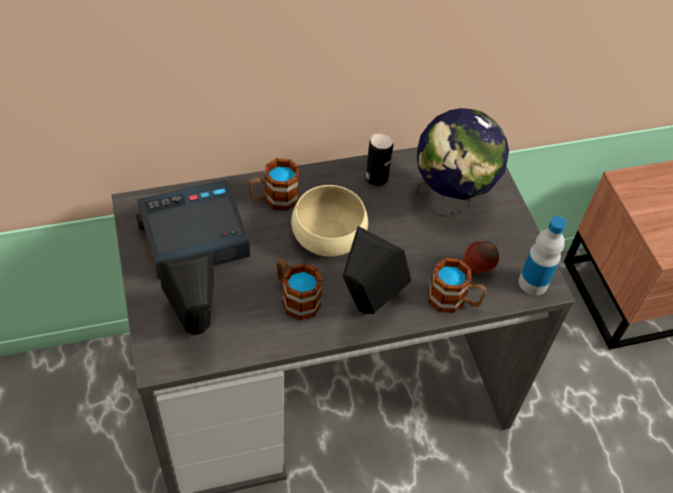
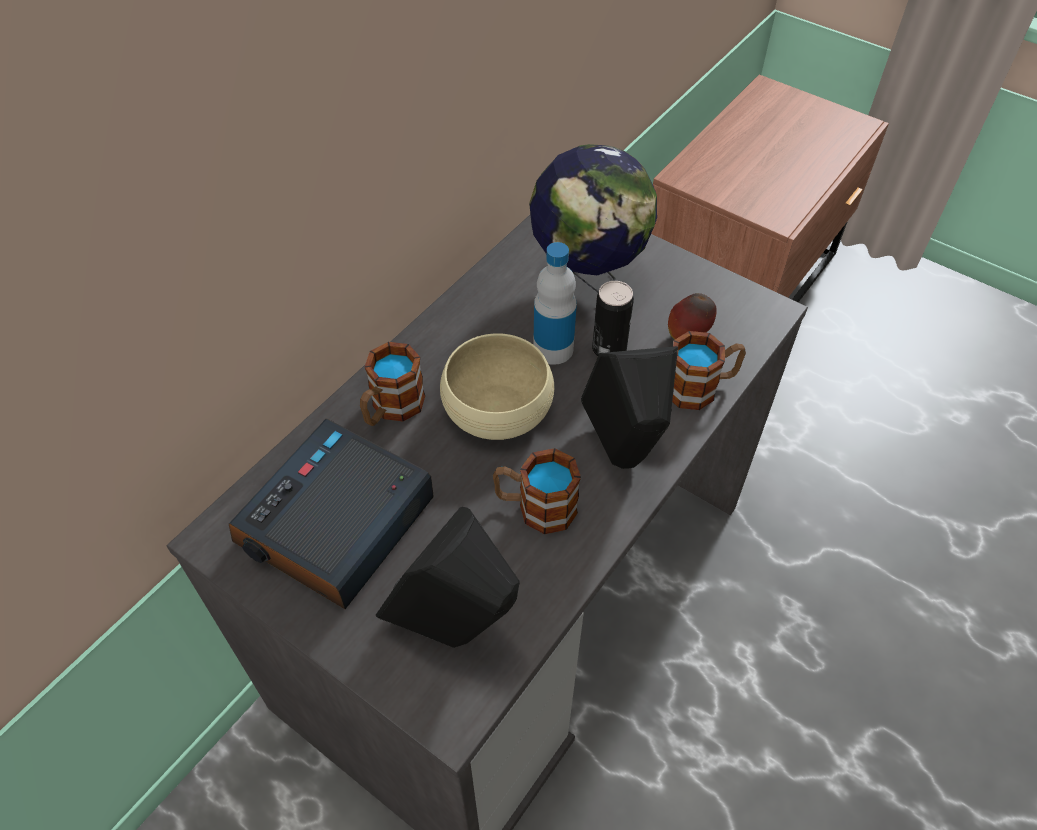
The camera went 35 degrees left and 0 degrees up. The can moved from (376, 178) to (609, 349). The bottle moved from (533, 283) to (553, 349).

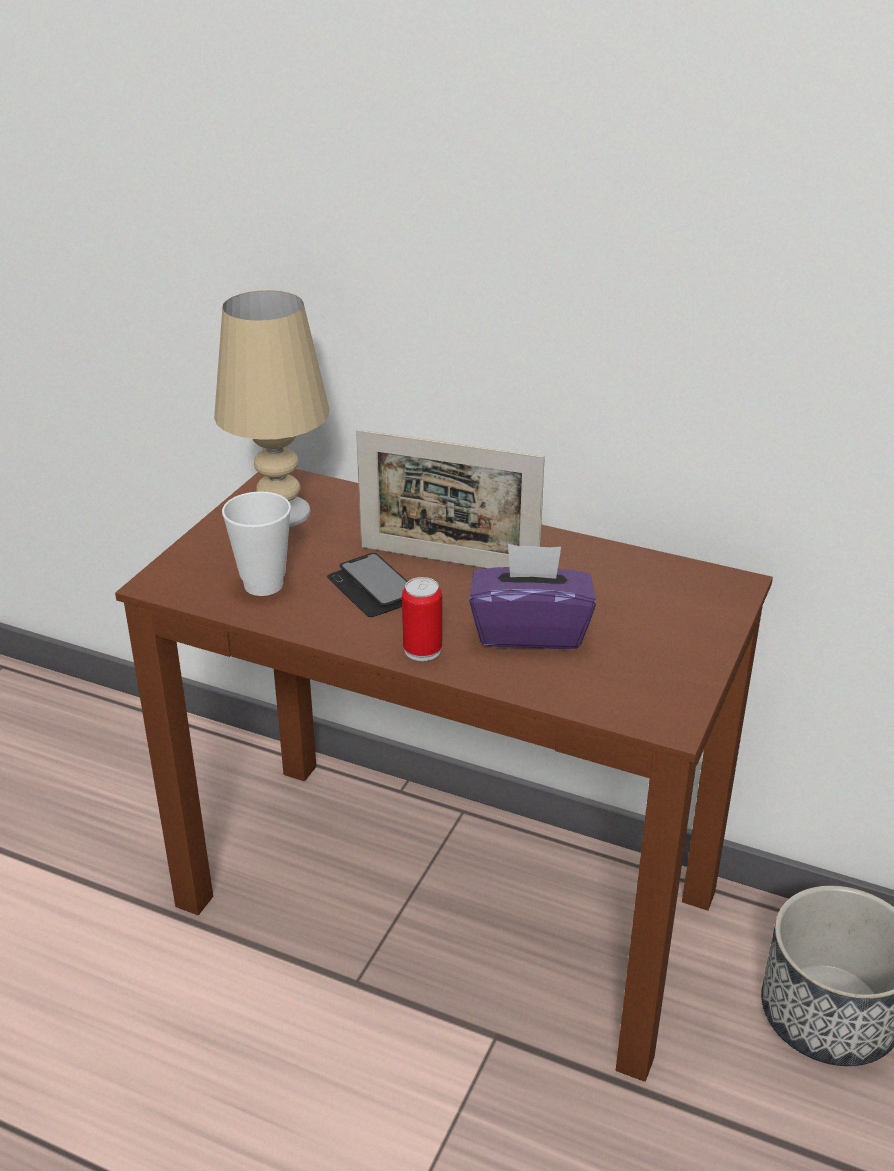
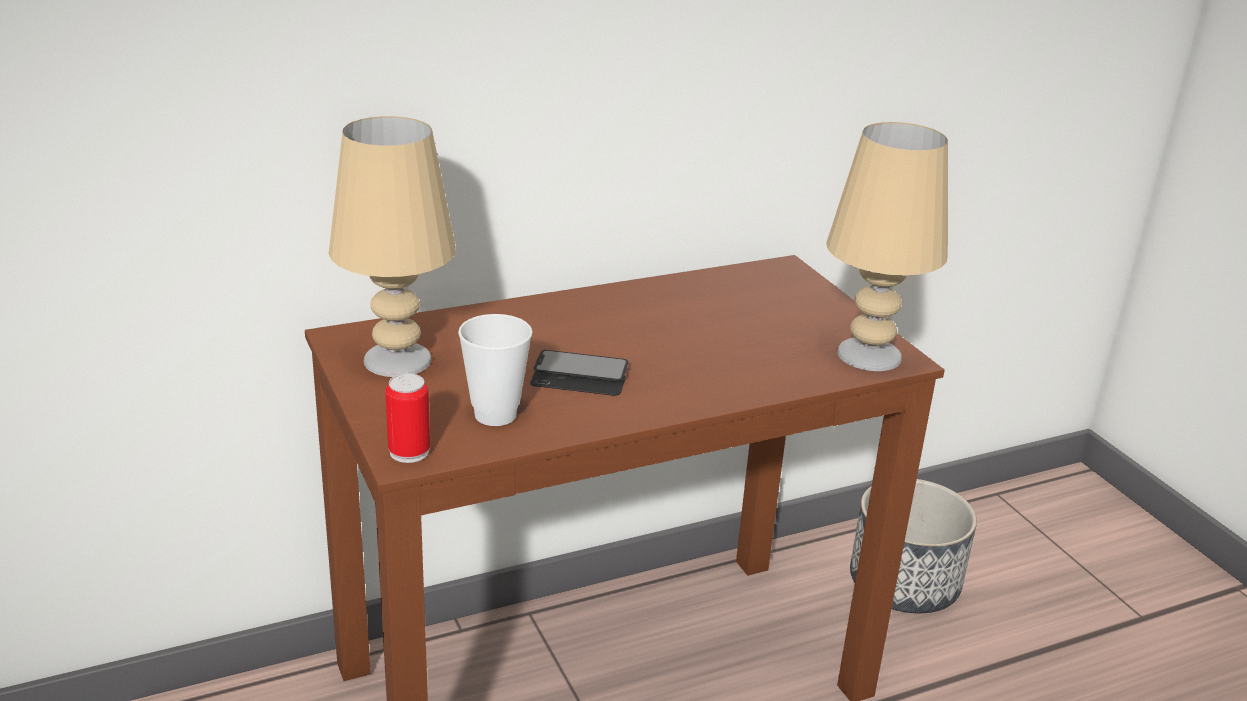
The camera went 50 degrees left and 5 degrees down. The standing frame at (448, 561) disappeared. The purple-coloured box of tissues at (530, 631) disappeared. The can moved from (422, 650) to (409, 452). The sand-coloured tabletop lamp at (870, 355) appeared.

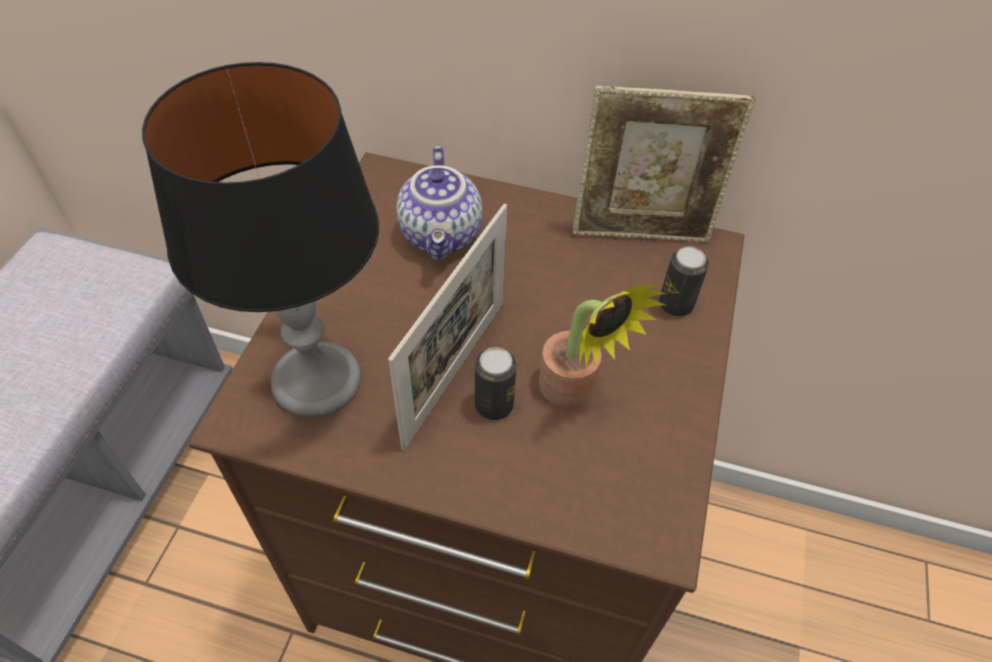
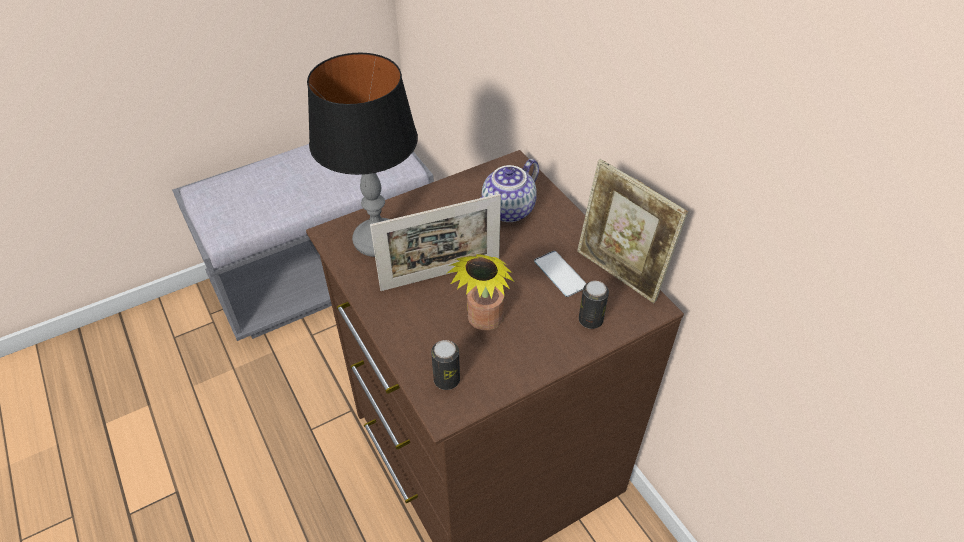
The camera went 45 degrees right and 5 degrees down. The can moved from (494, 405) to (446, 380). The phone at (560, 274) appeared.

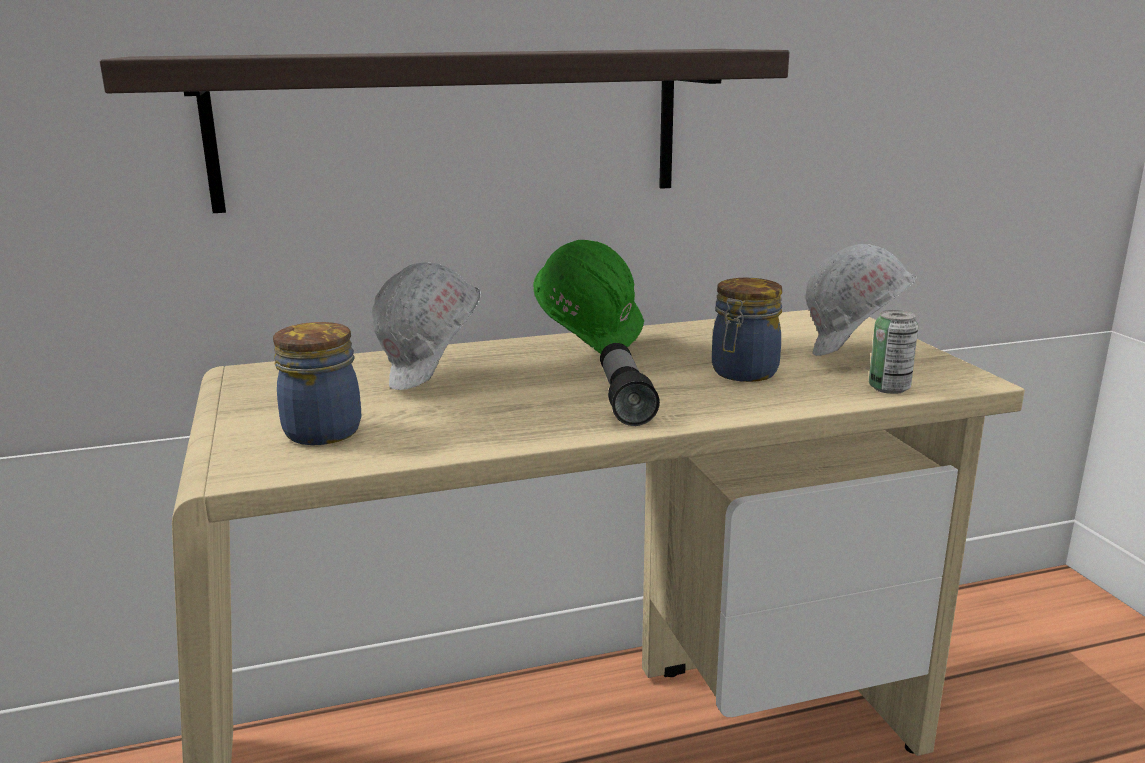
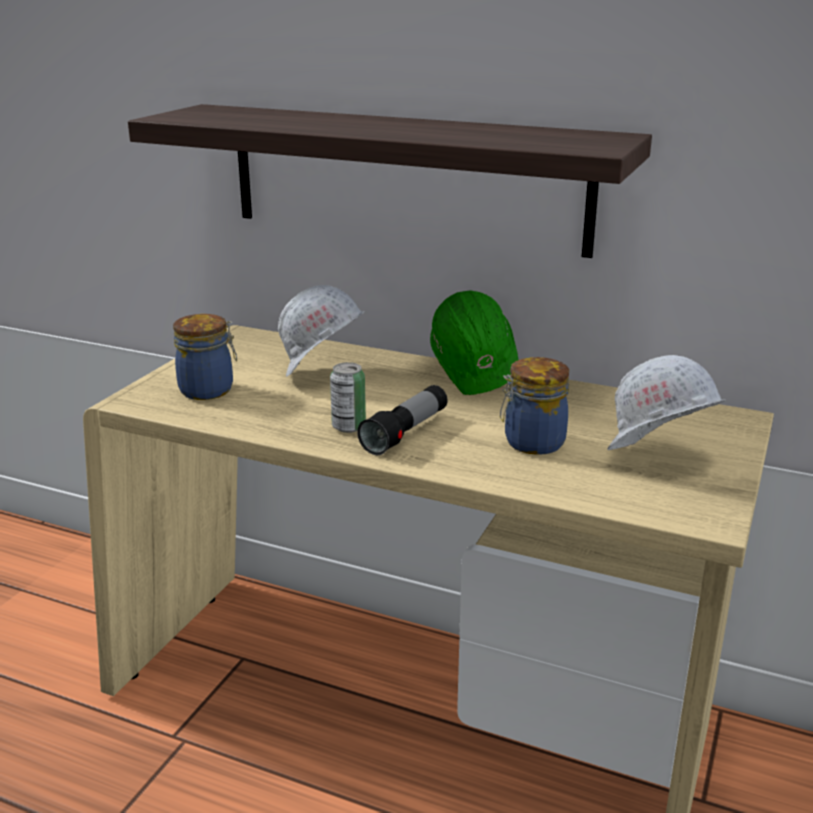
The camera went 40 degrees right and 5 degrees up. The can moved from (889, 388) to (348, 427).

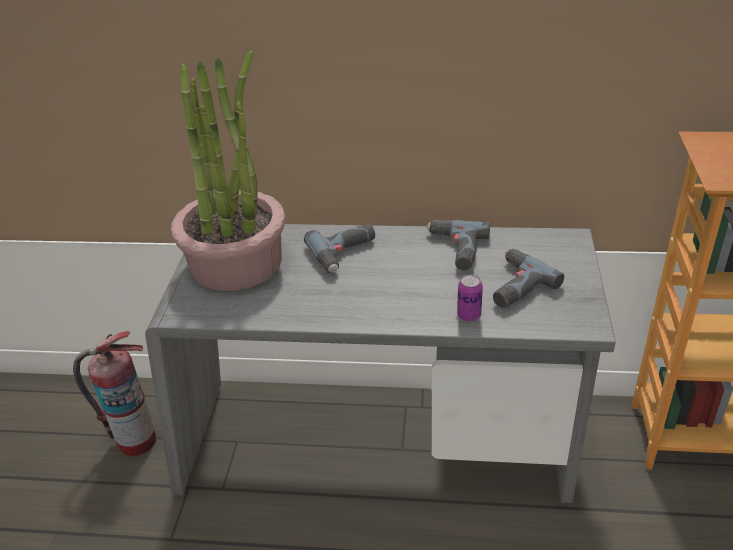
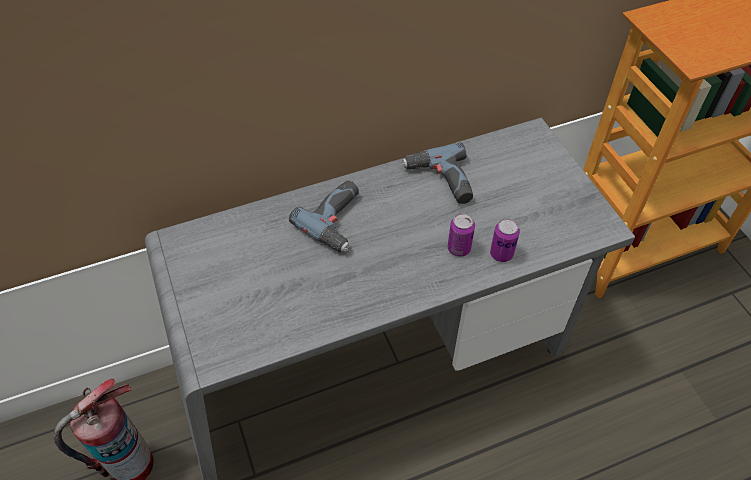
The camera went 30 degrees left and 15 degrees up. The potted plant at (237, 261) disappeared. The drill at (513, 285) disappeared. The can at (459, 248) appeared.

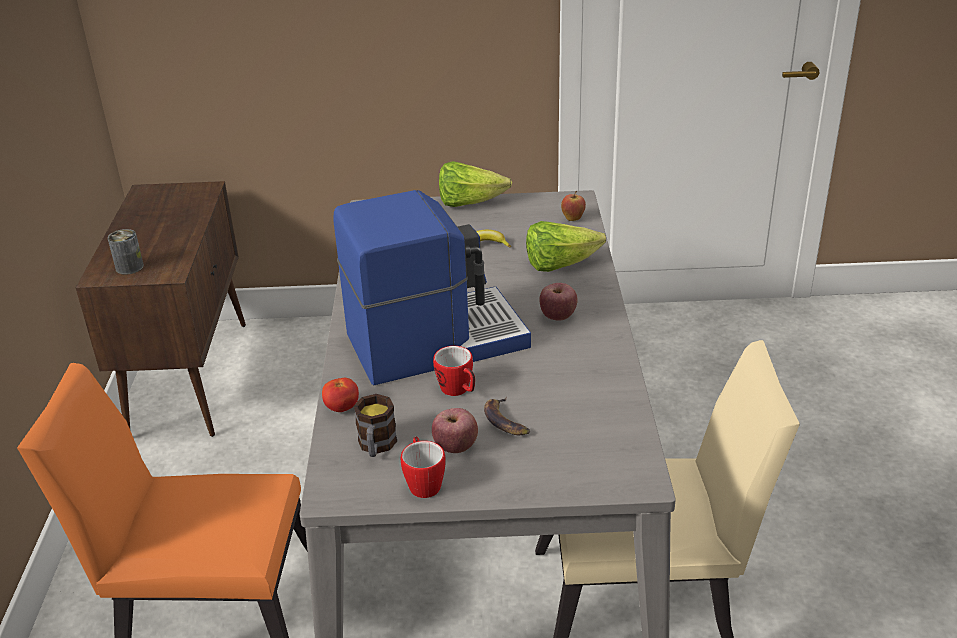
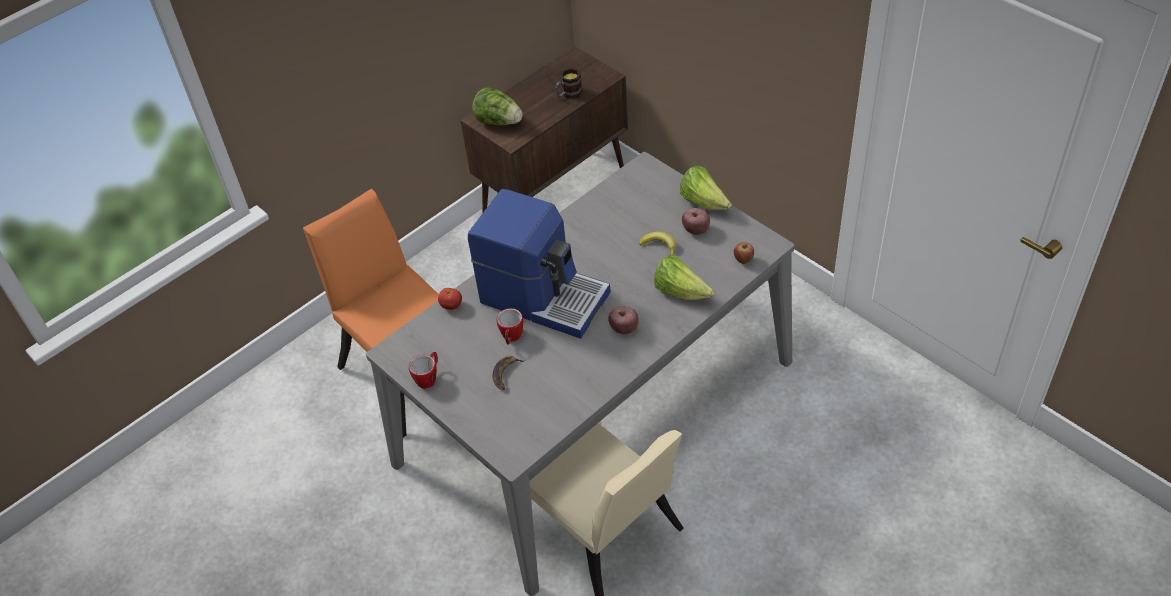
The camera went 50 degrees right and 15 degrees up. The can at (129, 267) was replaced by the lettuce head at (499, 121). The coffee mug moved from (376, 446) to (568, 94). The apple moved from (456, 447) to (696, 230).

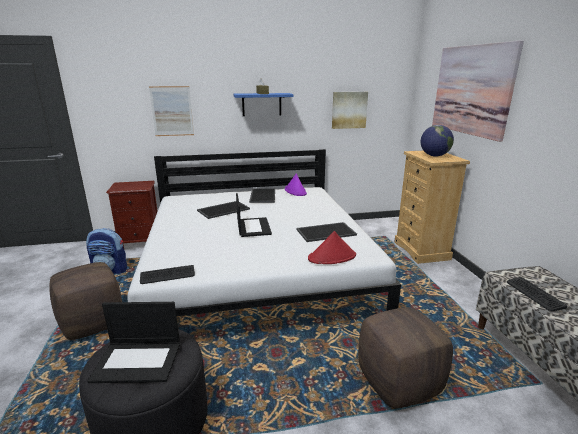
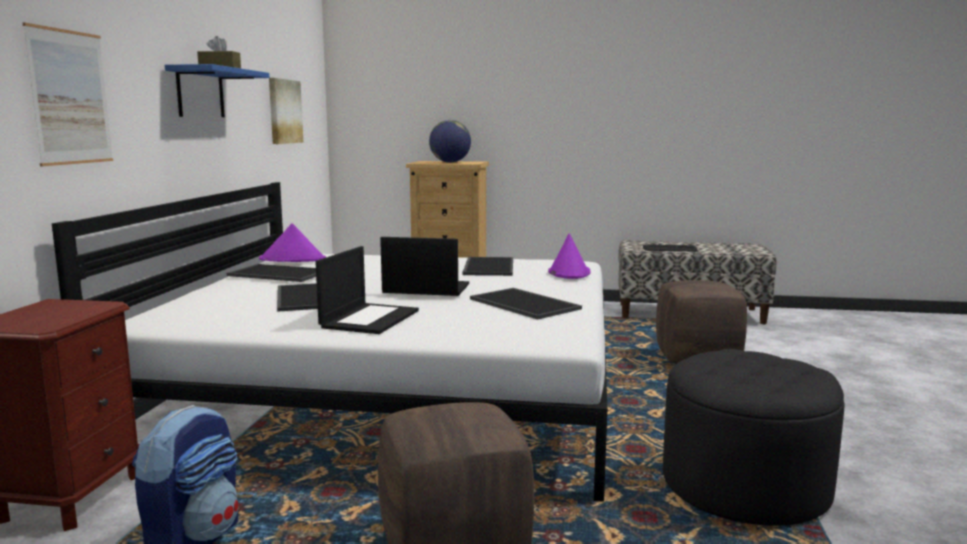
The camera went 70 degrees left and 10 degrees down. The picture at (471, 90) disappeared. The red-coloured clothing hat at (332, 257) became the purple-coloured clothing hat at (568, 272). The keyboard at (167, 275) disappeared. The portable computer moved from (138, 361) to (369, 318). The carrying tray at (526, 304) appeared.

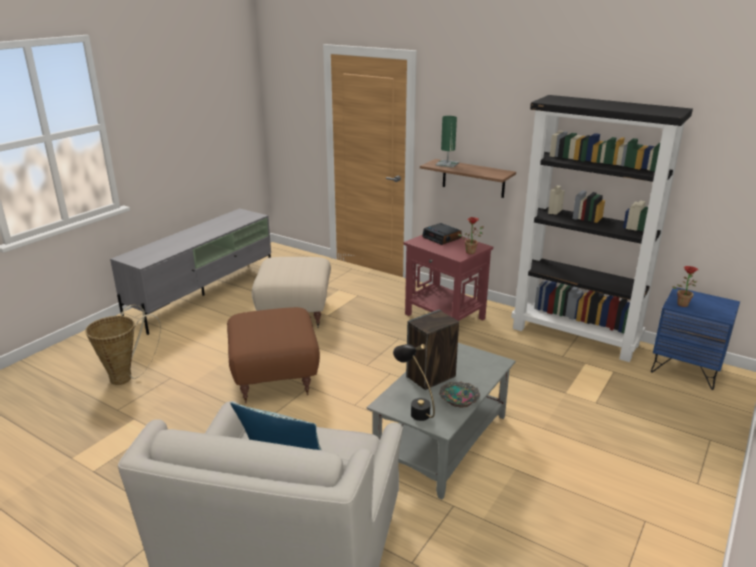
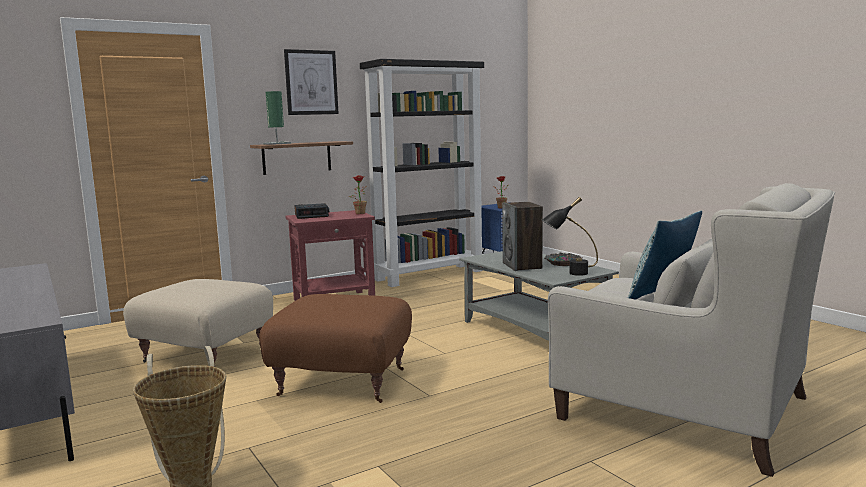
The camera went 65 degrees left and 15 degrees down. The picture at (311, 82) appeared.

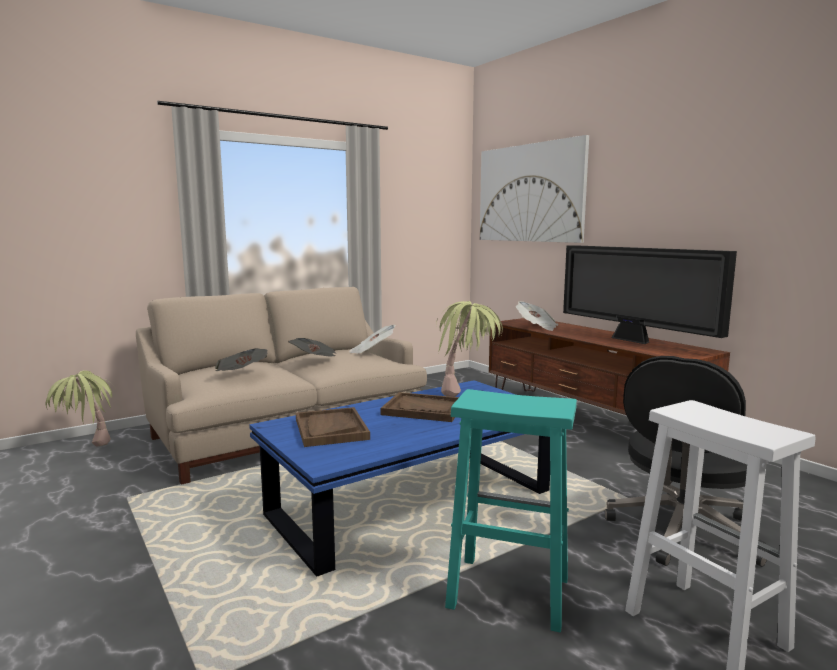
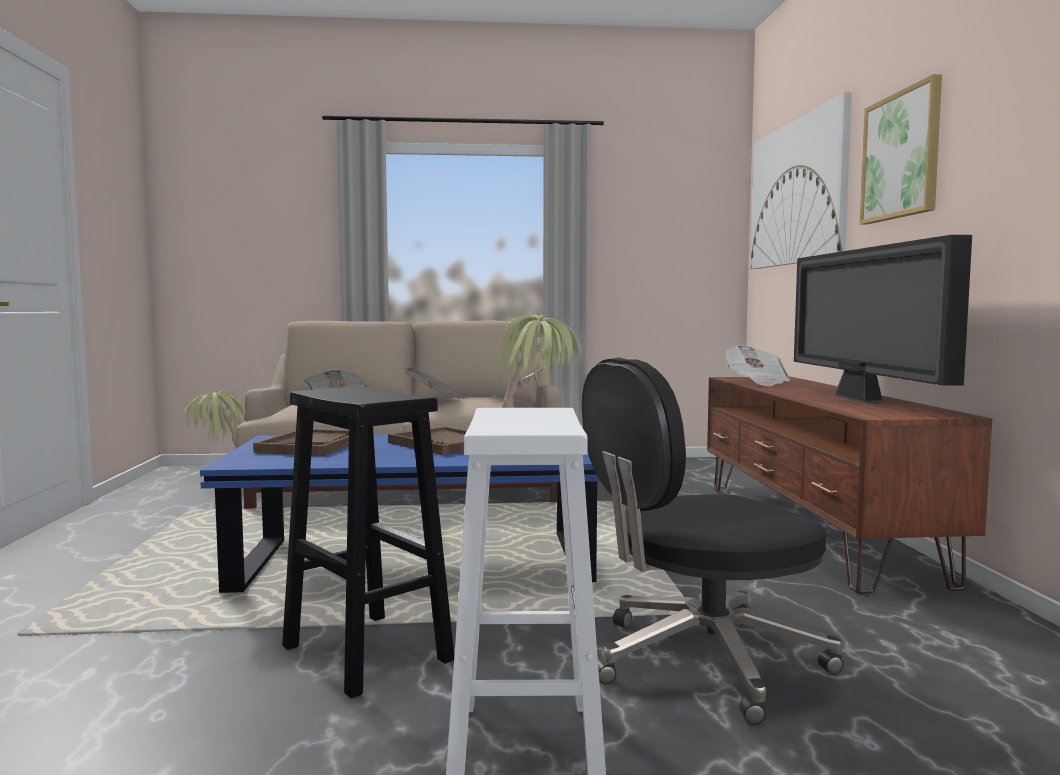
The camera went 30 degrees right and 5 degrees down. The turquoise stool seat at (506, 592) became the black-coloured stool seat at (364, 652). The picture at (901, 155) appeared.

